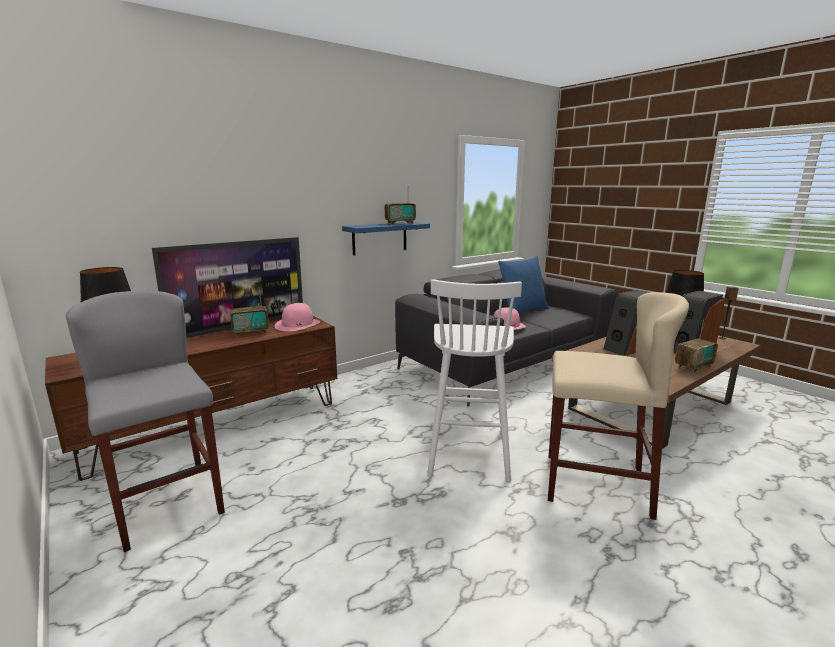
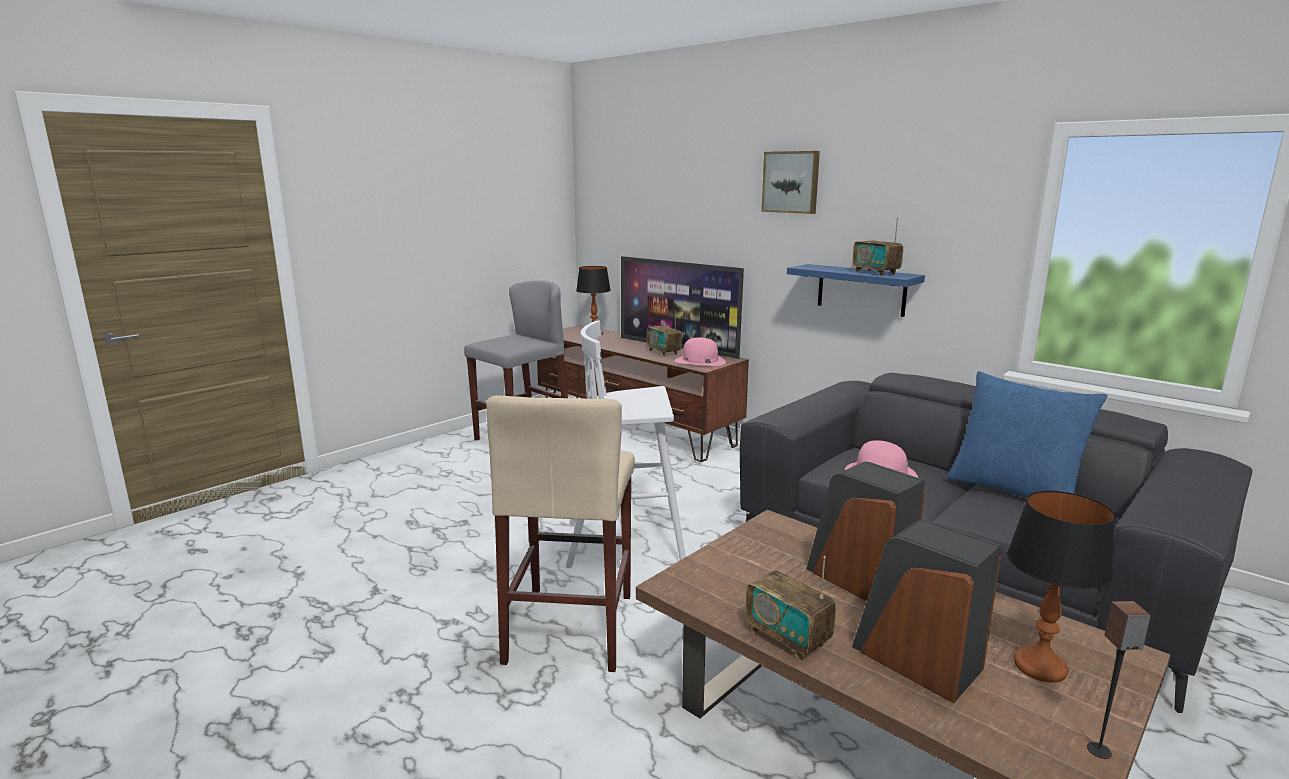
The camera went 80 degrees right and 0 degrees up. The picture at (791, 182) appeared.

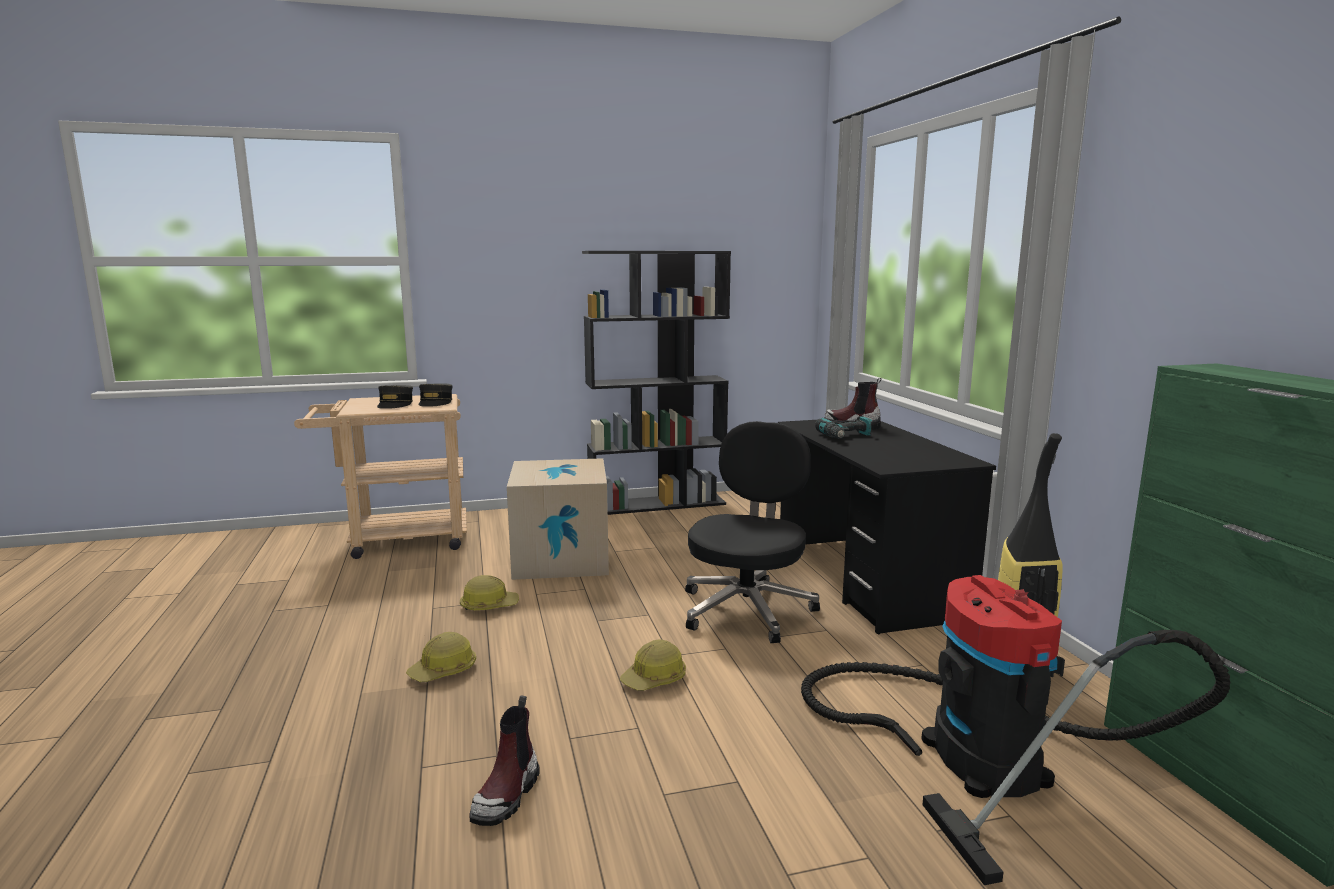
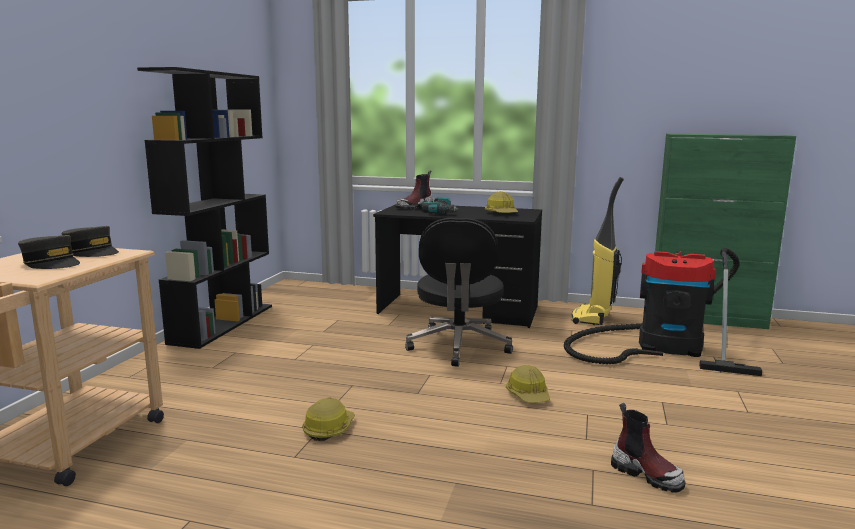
The camera went 60 degrees left and 0 degrees up. The black-coloured office chair at (747, 609) turned 135 degrees counterclockwise. The carton at (561, 559) disappeared. The work helmet moved from (444, 670) to (501, 213).

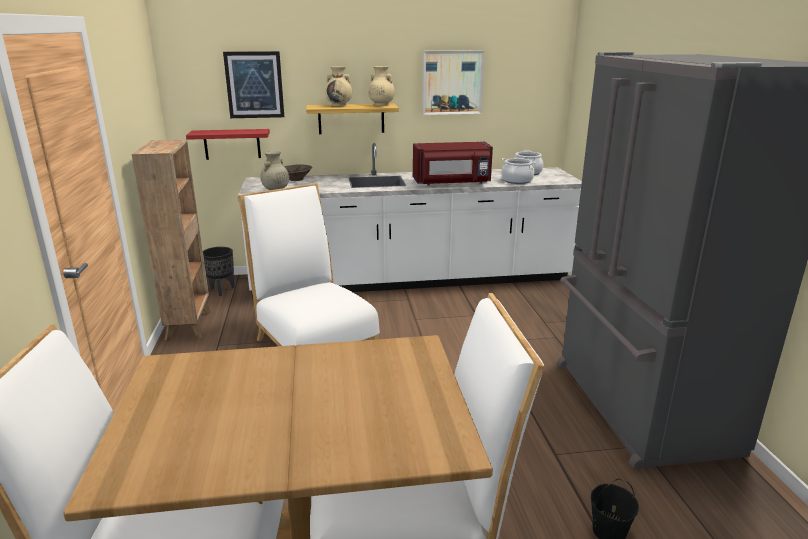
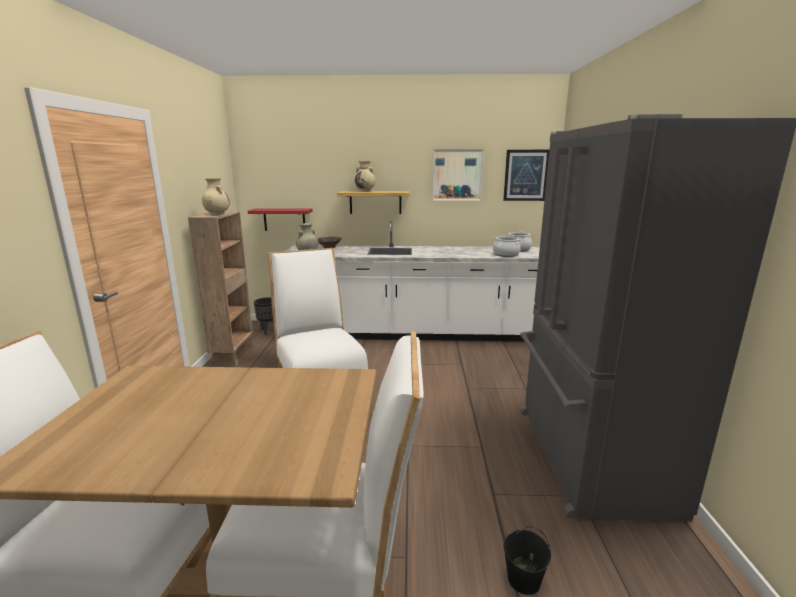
The camera went 10 degrees right and 5 degrees down. The picture moved from (254, 85) to (526, 175). The sand-coloured vase moved from (381, 105) to (217, 214). The red-coloured microwave at (452, 183) disappeared.

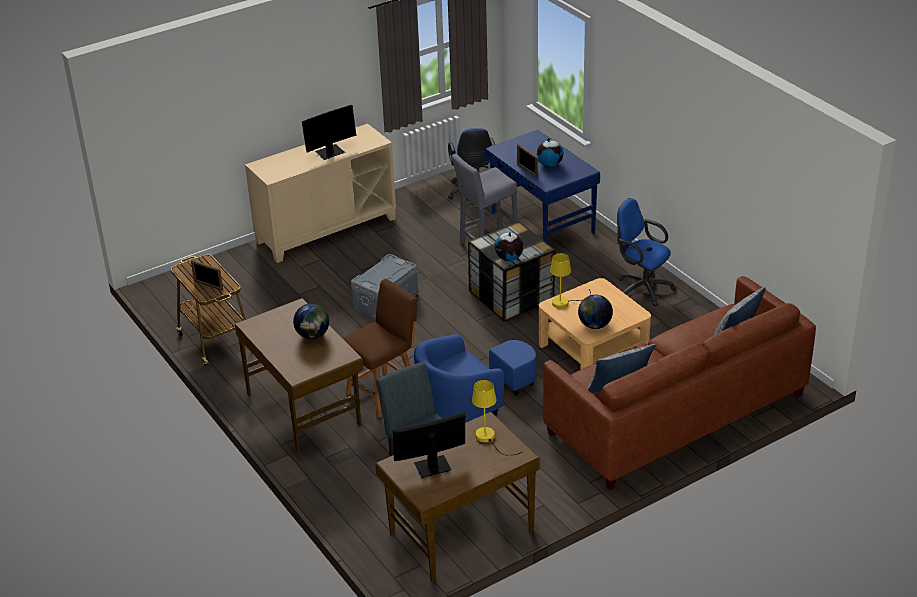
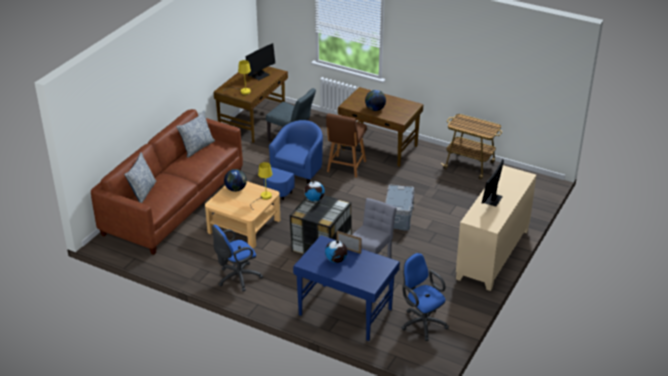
The camera went 150 degrees right and 0 degrees up. The blue office chair at (641, 288) turned 135 degrees clockwise. The standing frame at (208, 285) disappeared.

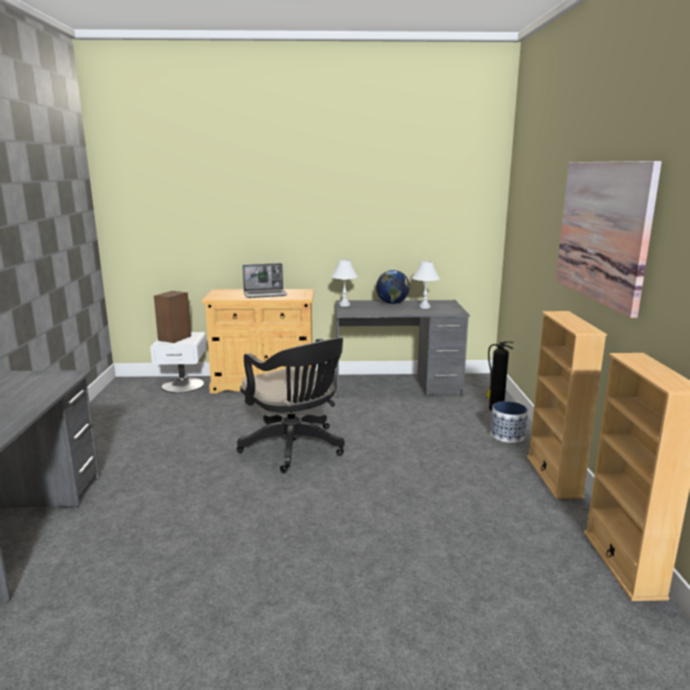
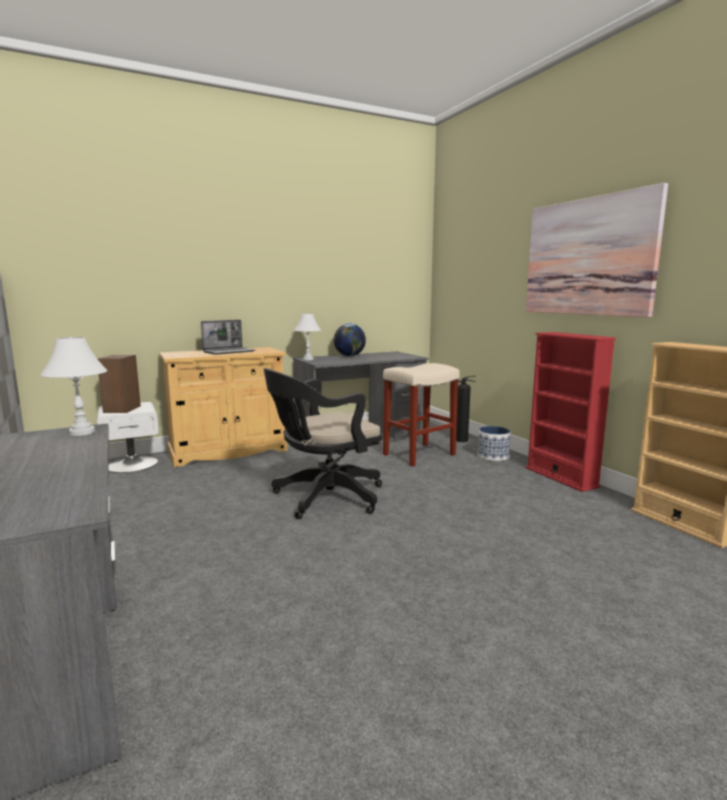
The camera went 25 degrees left and 5 degrees down. The white-coloured tabletop lamp moved from (424, 307) to (82, 432). The sand-coloured bookshelf at (553, 476) became the red-coloured bookshelf at (561, 477). The black-coloured office chair at (295, 448) turned 120 degrees clockwise. The sand-coloured stool seat at (418, 455) appeared.

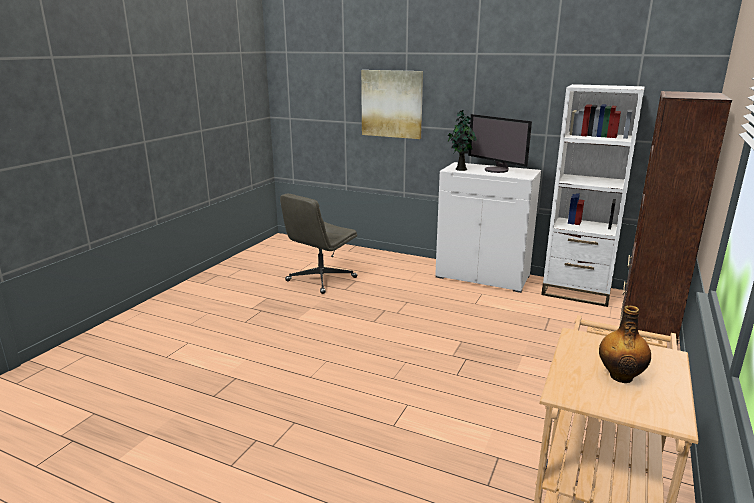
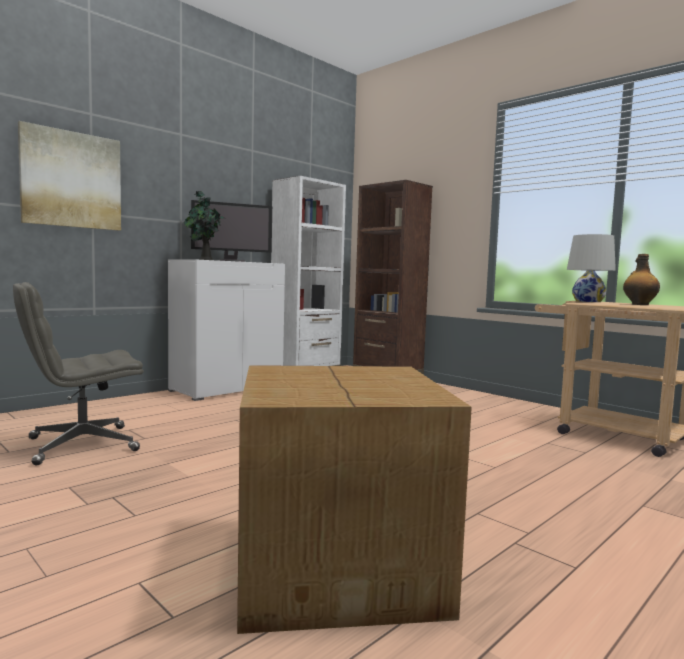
The camera went 70 degrees left and 15 degrees down. The grey office chair at (321, 279) turned 90 degrees clockwise. The white-coloured tabletop lamp at (588, 301) appeared. The carton at (339, 563) appeared.

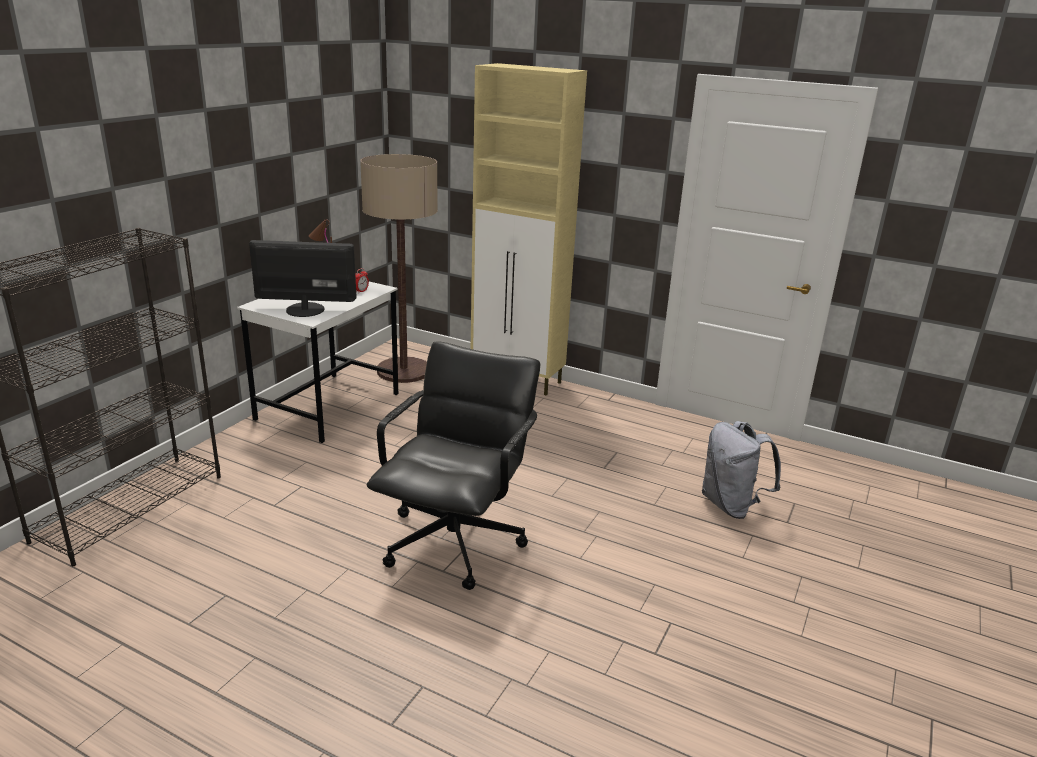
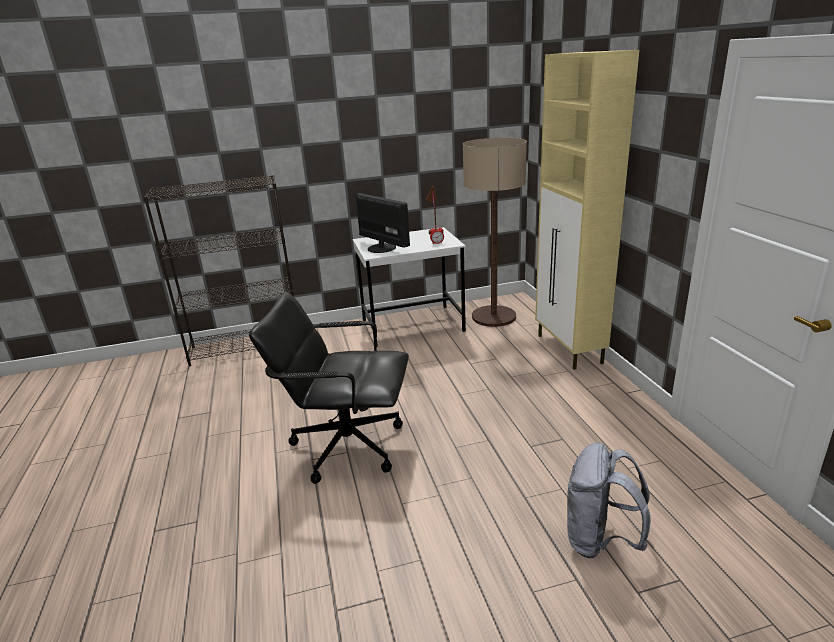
The camera went 50 degrees right and 0 degrees up. The black-coloured office chair at (455, 542) turned 150 degrees counterclockwise.

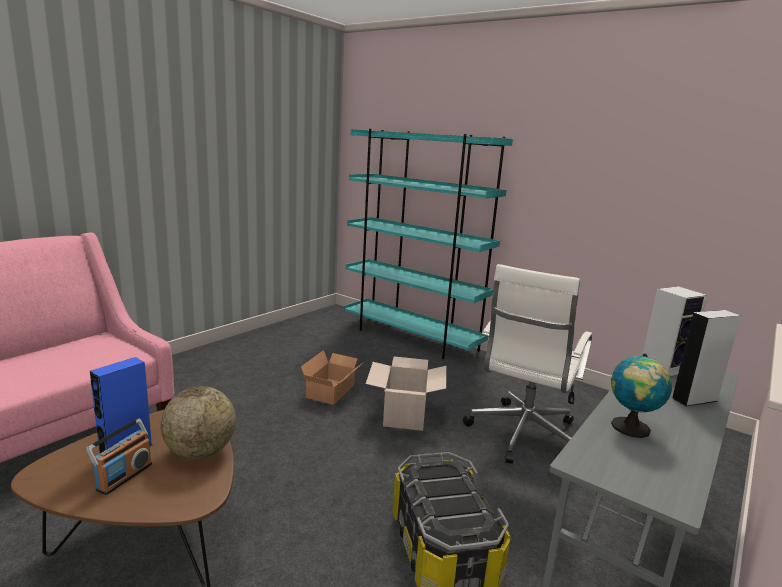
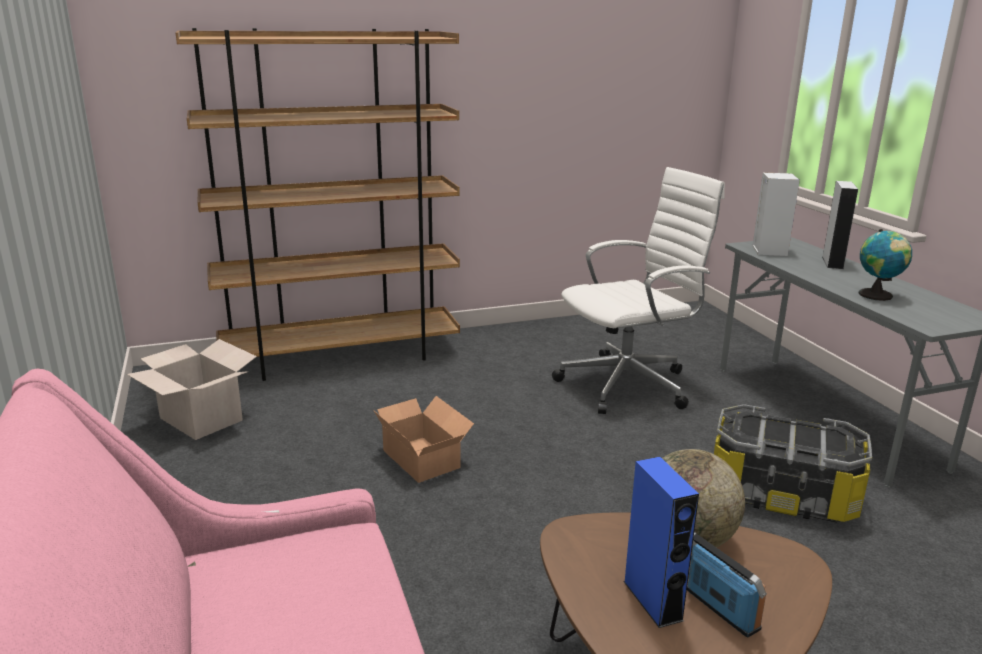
The camera went 55 degrees left and 5 degrees up. The turquoise bookshelf at (411, 338) became the brown-coloured bookshelf at (342, 357). The white-coloured office chair at (522, 435) turned 90 degrees counterclockwise. The carton moved from (405, 415) to (202, 419).

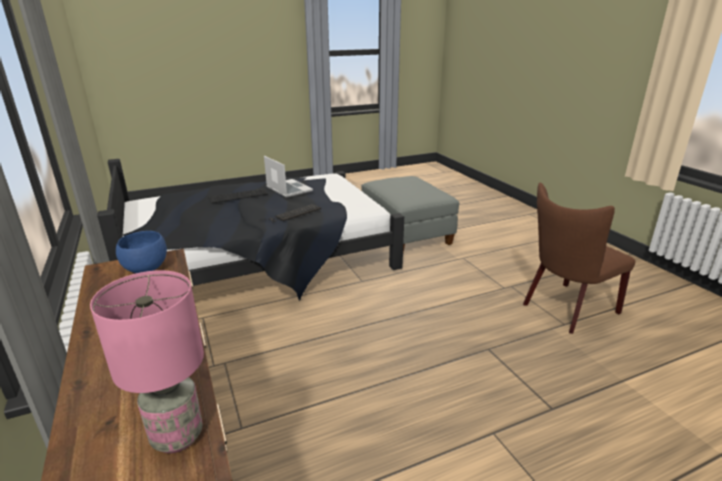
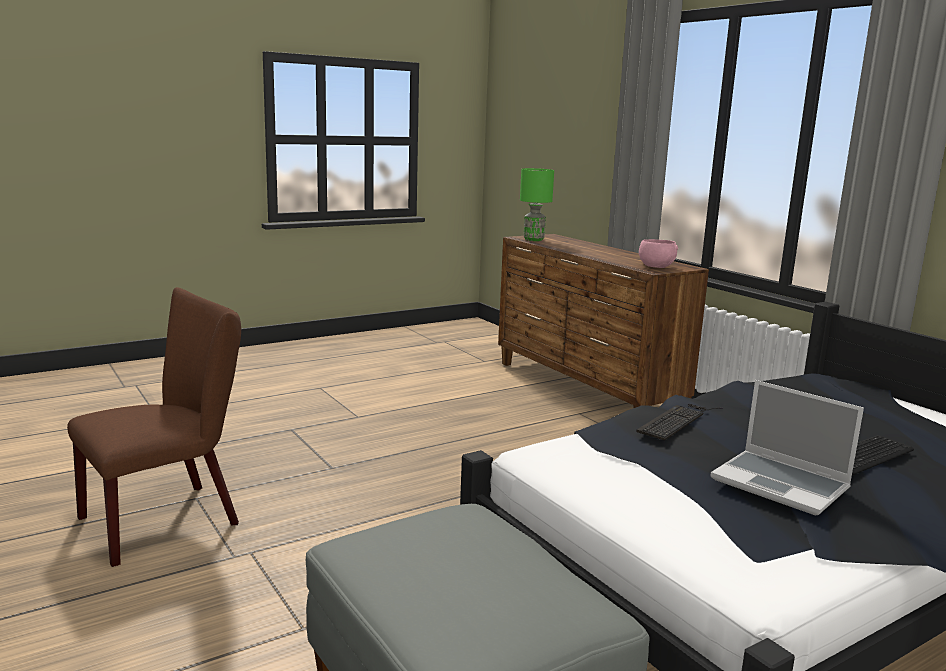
The camera went 170 degrees right and 10 degrees down. The blue deep dish at (146, 268) became the pinkish deep dish at (655, 267). The pinkish tabletop lamp at (177, 437) became the green-coloured tabletop lamp at (533, 239).

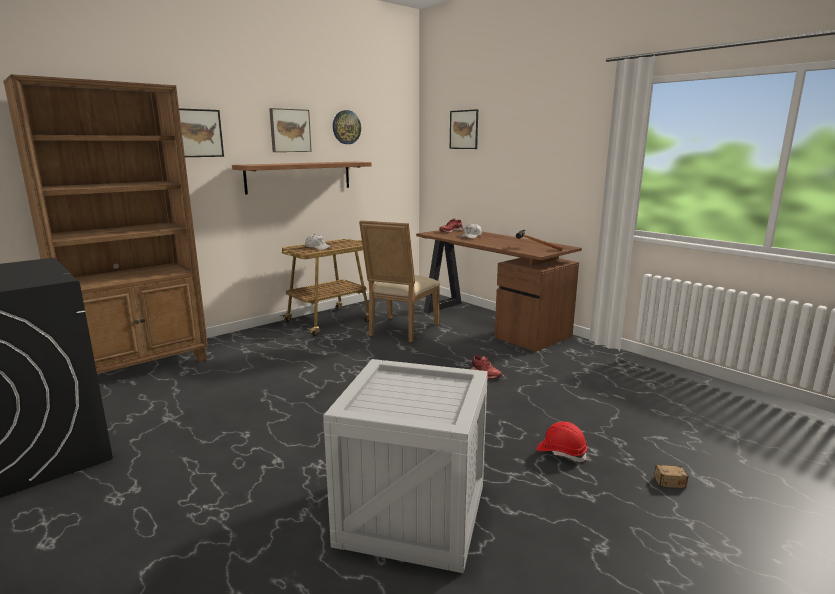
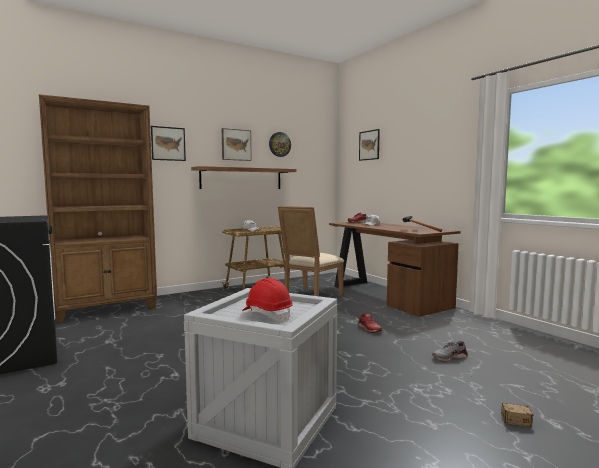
The camera went 10 degrees right and 10 degrees down. The red-coloured work helmet moved from (561, 452) to (267, 314). The grey low shoe at (449, 357) appeared.

